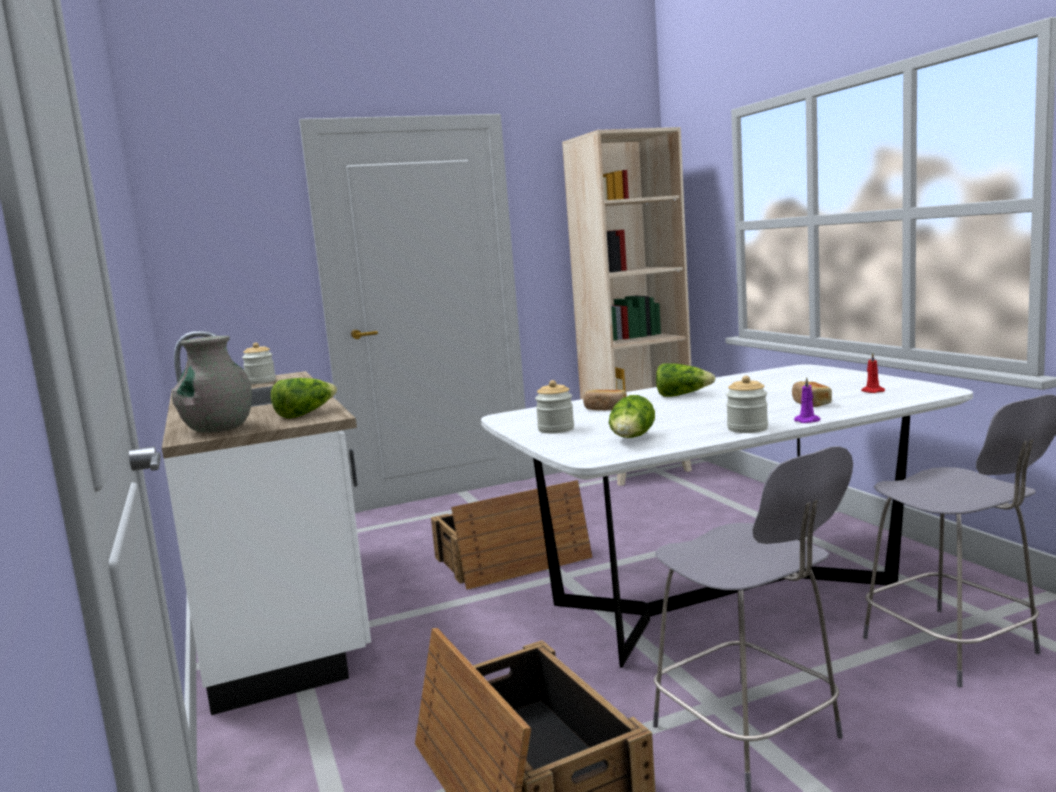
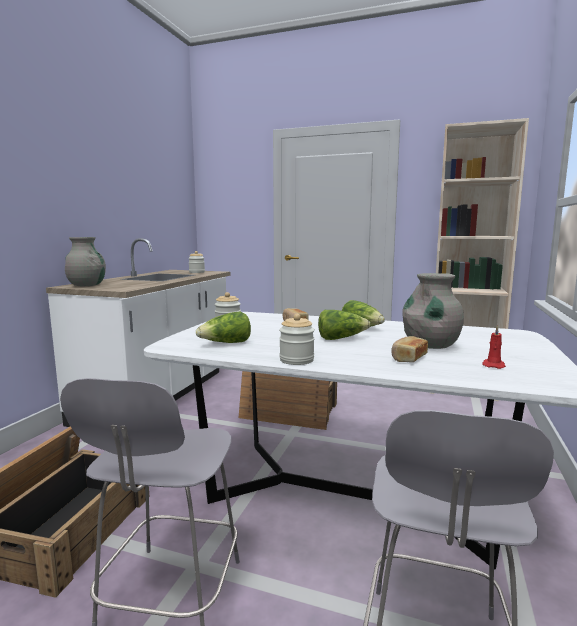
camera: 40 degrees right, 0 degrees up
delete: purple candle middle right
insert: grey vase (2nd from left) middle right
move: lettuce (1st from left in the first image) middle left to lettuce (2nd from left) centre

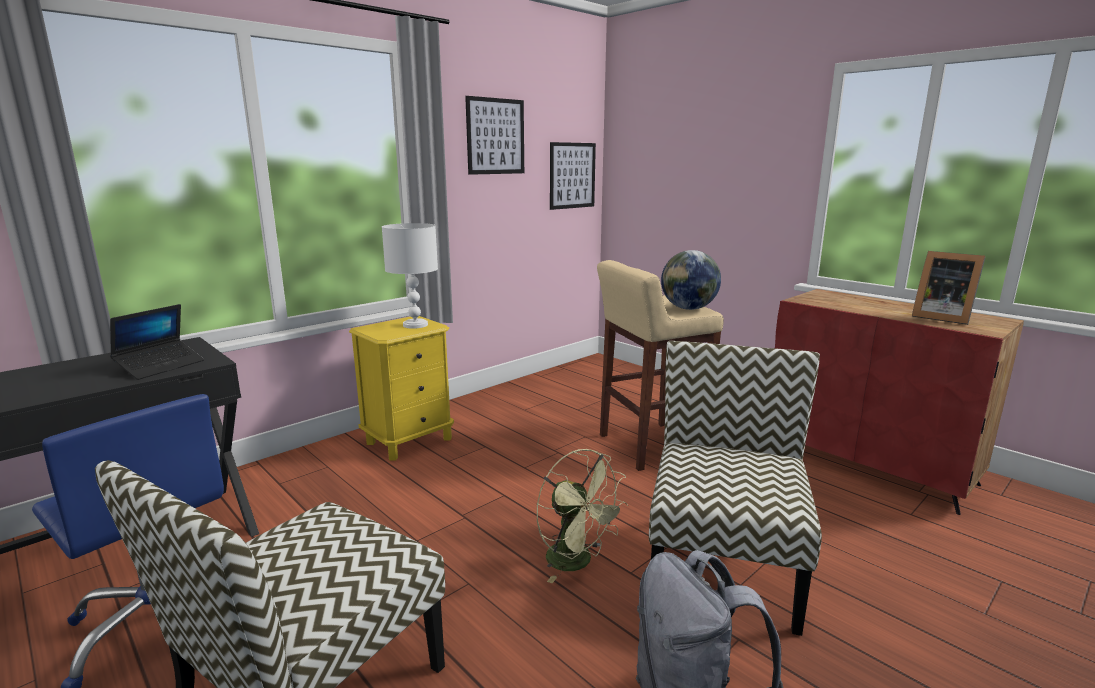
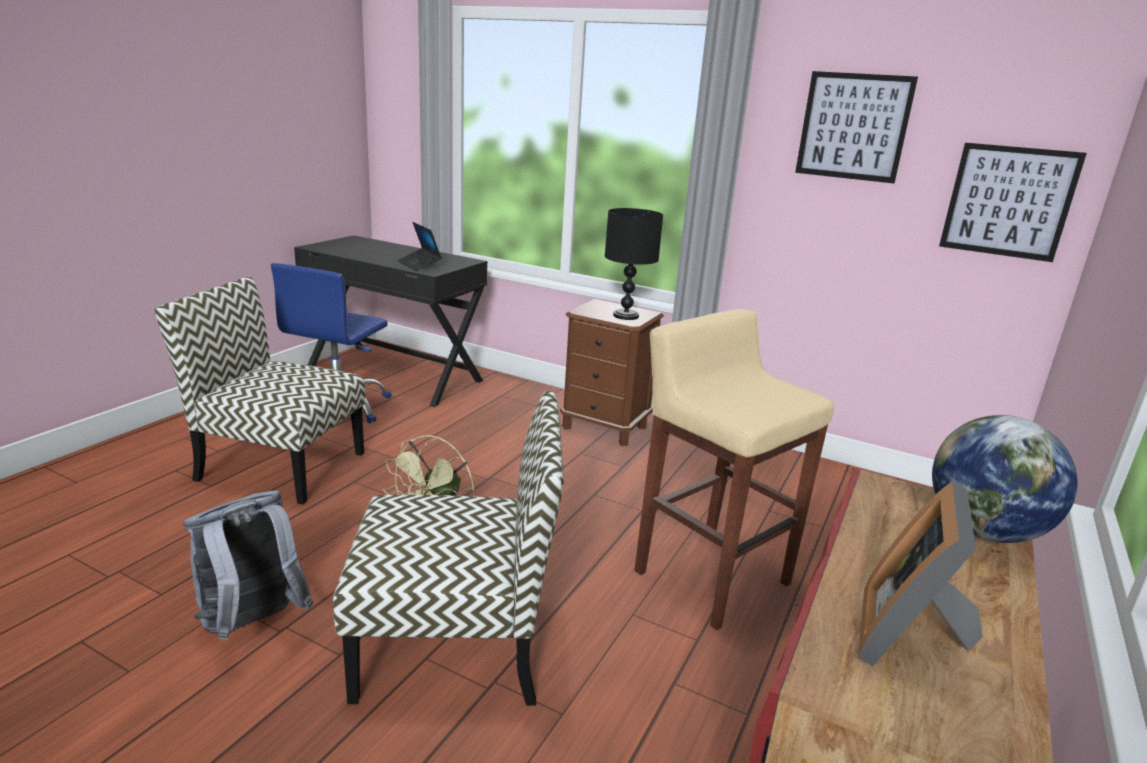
camera: 70 degrees right, 5 degrees up
move: globe centre to middle right
recolor: yellow nightstand centre to brown nightstand centre; white table lamp centre to black table lamp centre
rotate: laptop middle left = top centre 45 degrees clockwise

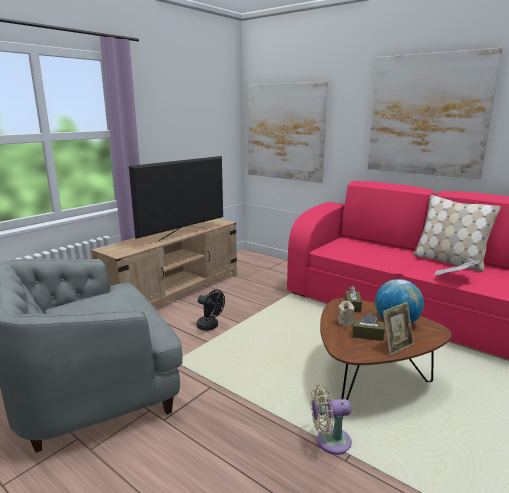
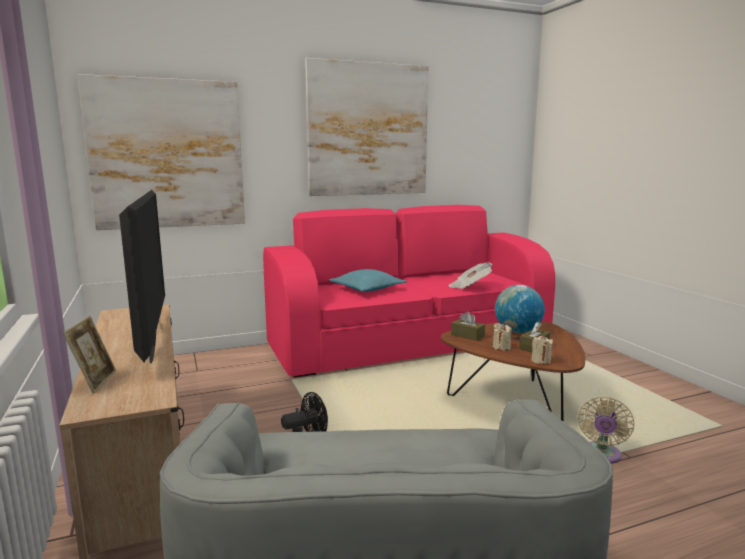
camera: 60 degrees left, 5 degrees down
delete: beige pillow middle right
insert: turquoise pillow centre; beige candle (2nd from left) middle right
move: picture frame middle right to middle left

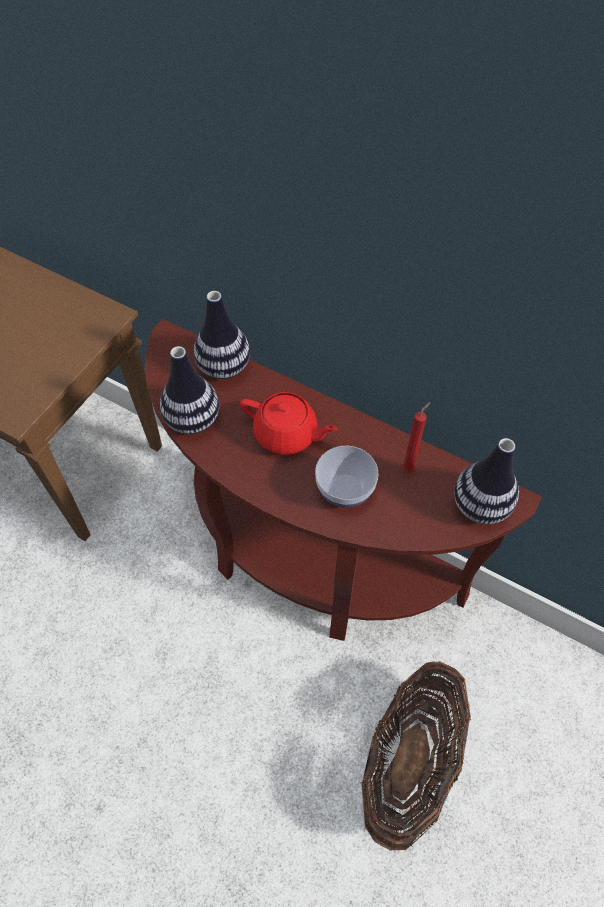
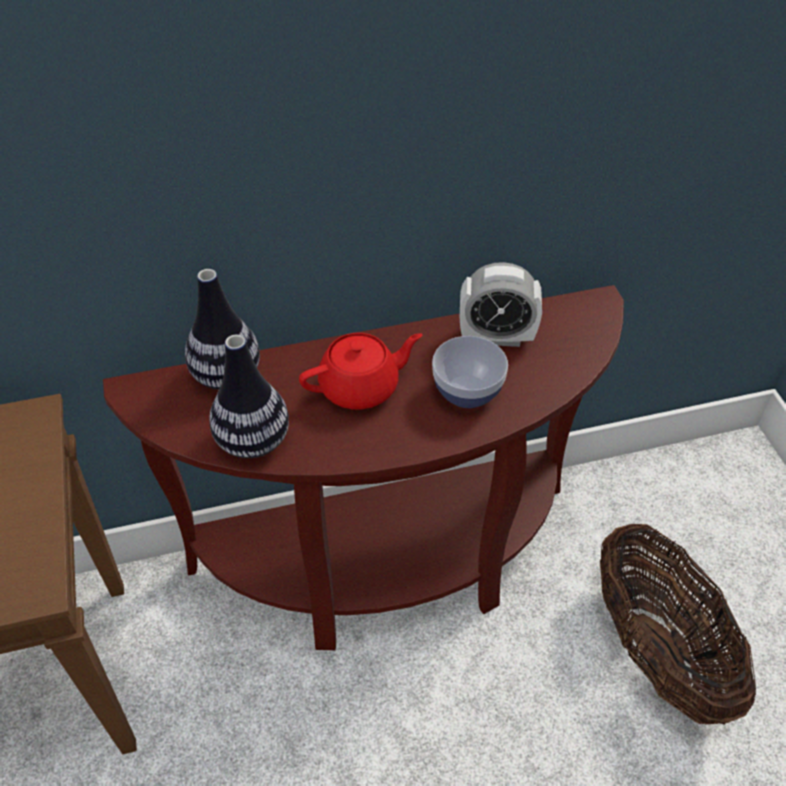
camera: 45 degrees left, 10 degrees down
delete: vase (3rd from left) middle right
replace: red candle middle right to alarm clock centre

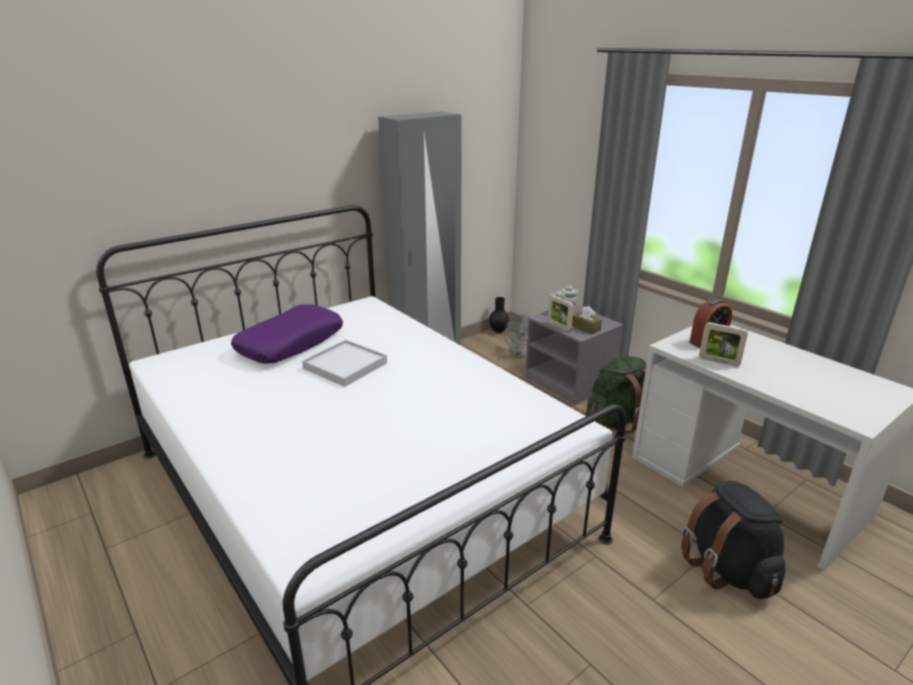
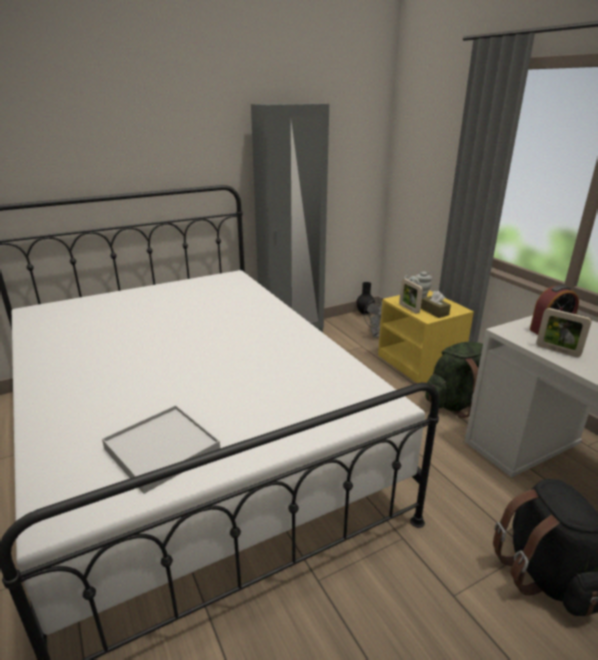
camera: 10 degrees right, 0 degrees up
delete: purple pillow middle left
move: white tray centre to bottom left
recolor: grey nightstand centre to yellow nightstand middle right

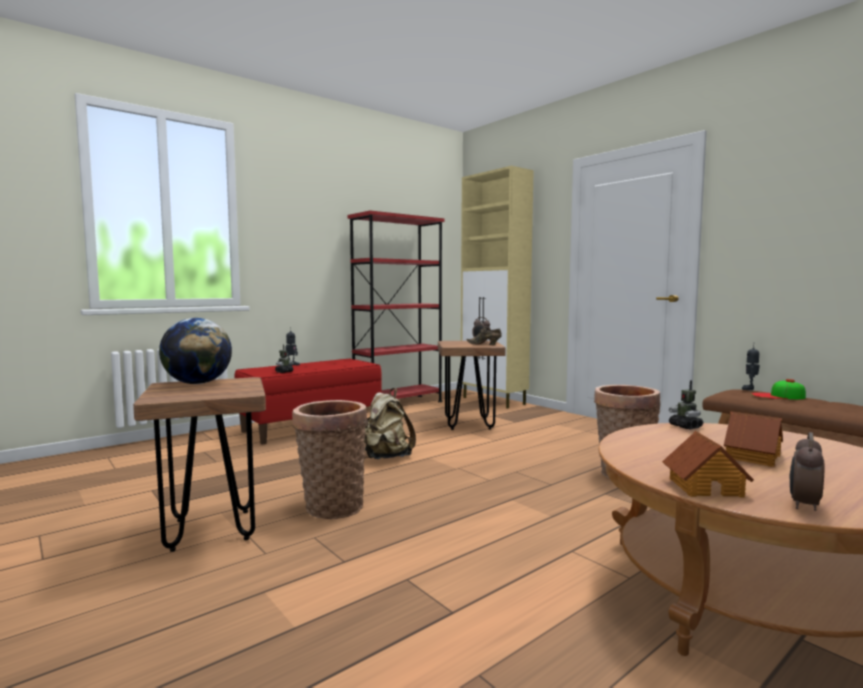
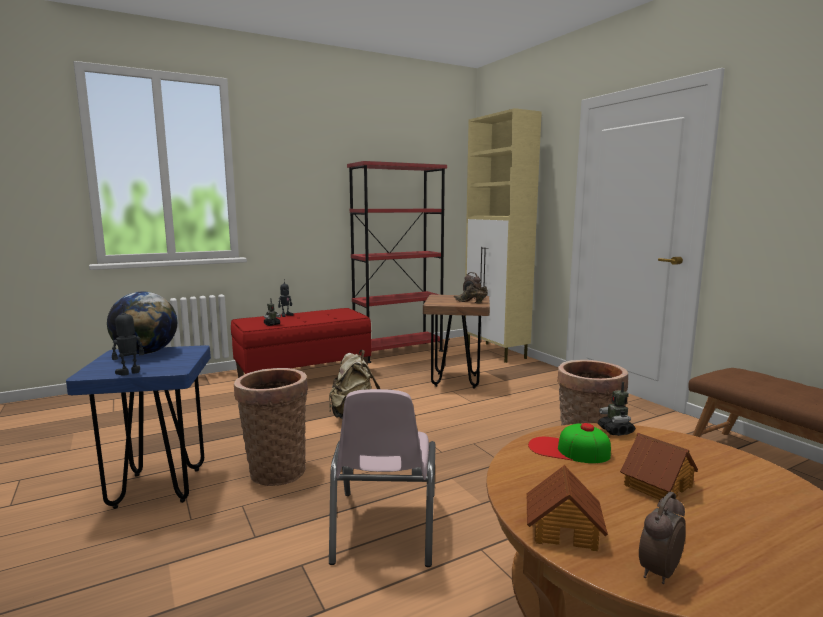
camera: 10 degrees right, 5 degrees up
insert: pink chair bottom centre
move: toy robot (4th from left in the first image) middle right to toy robot (1st from left) middle left; cap middle right to bottom right
recolor: brown stool (1st from left) bottom left to blue stool bottom left

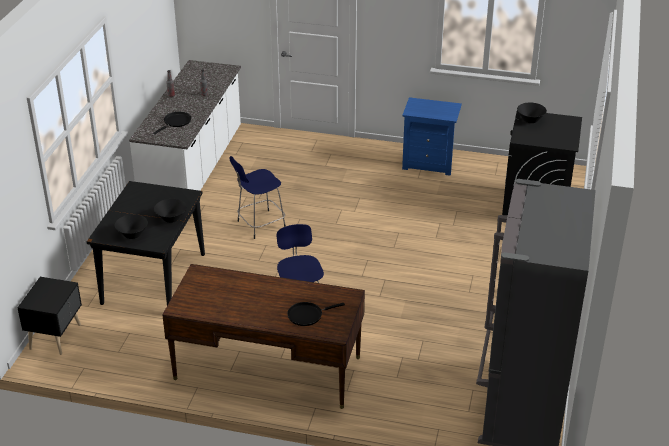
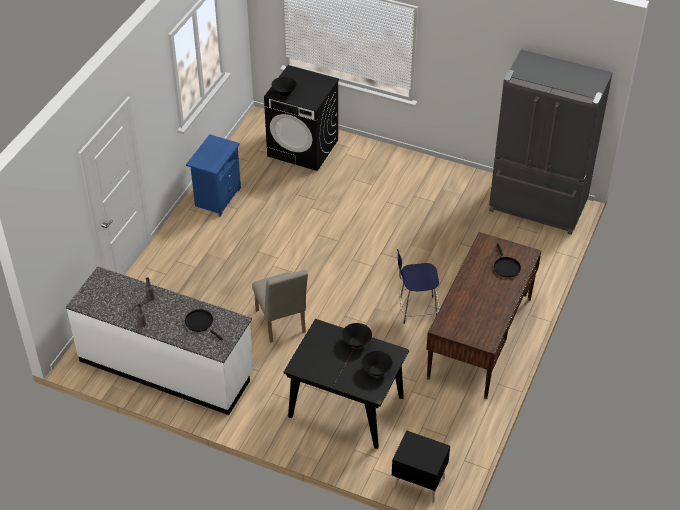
camera: 80 degrees left, 10 degrees up
replace: blue stool (1st from left) centre to beige chair centre

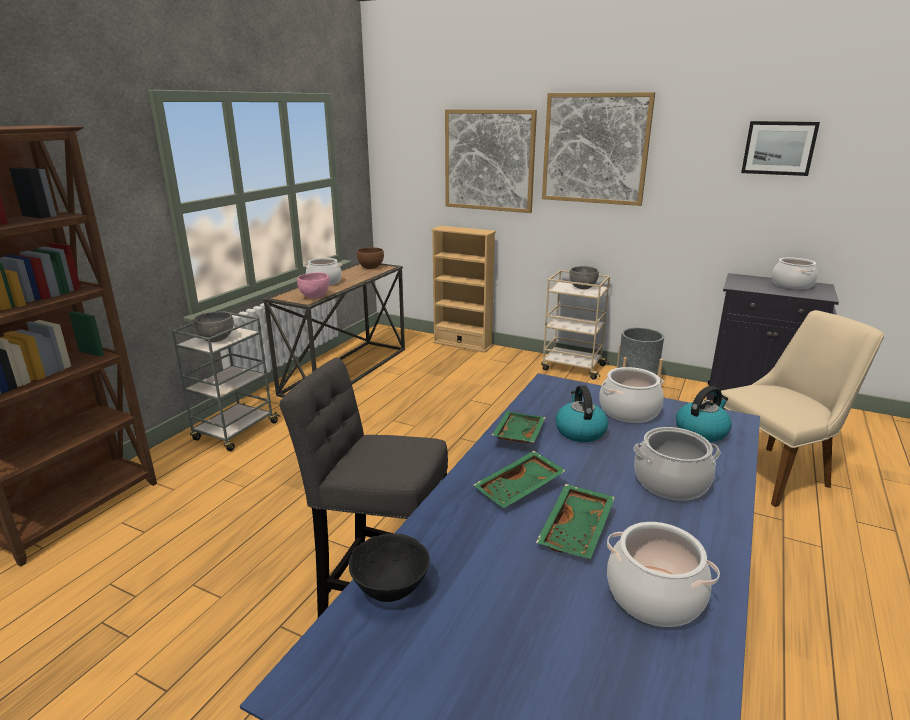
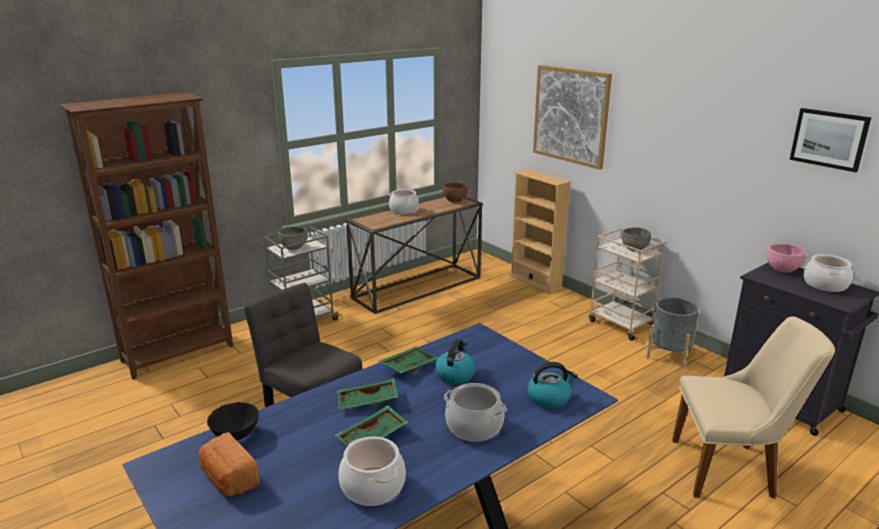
camera: 25 degrees right, 0 degrees up
delete: picture (2nd from left) top centre; cooking pot (2nd from left) middle right
insert: bread bottom left
move: pink bowl centre to middle right

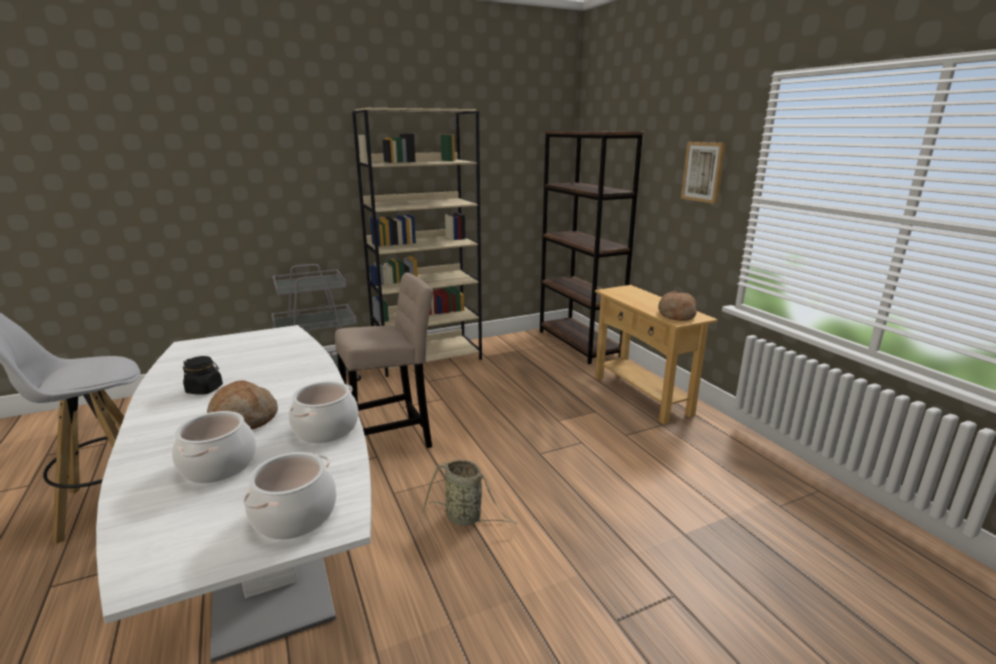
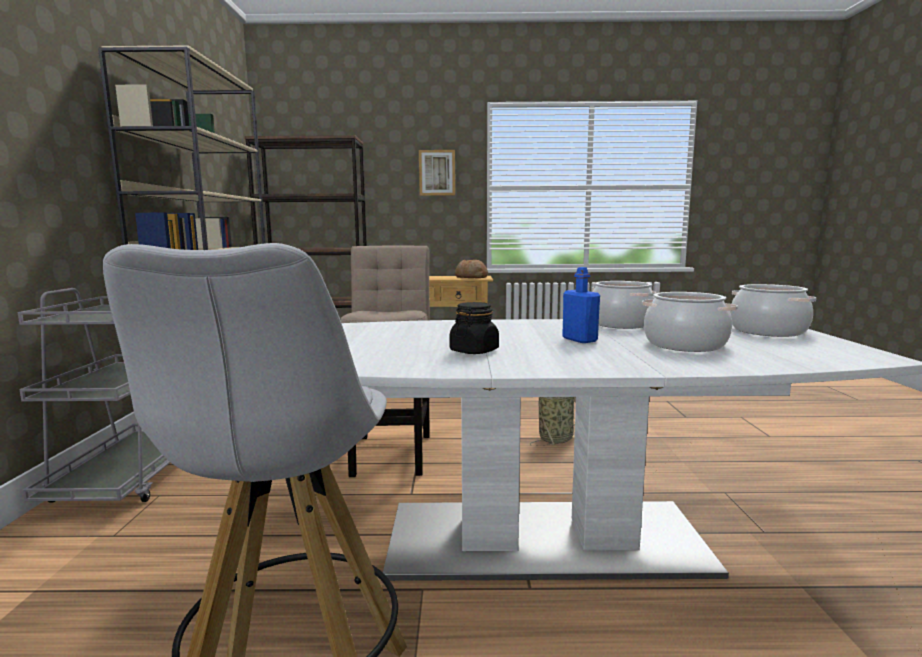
camera: 65 degrees left, 10 degrees down
replace: bread (1st from left) middle left to blue bottle centre

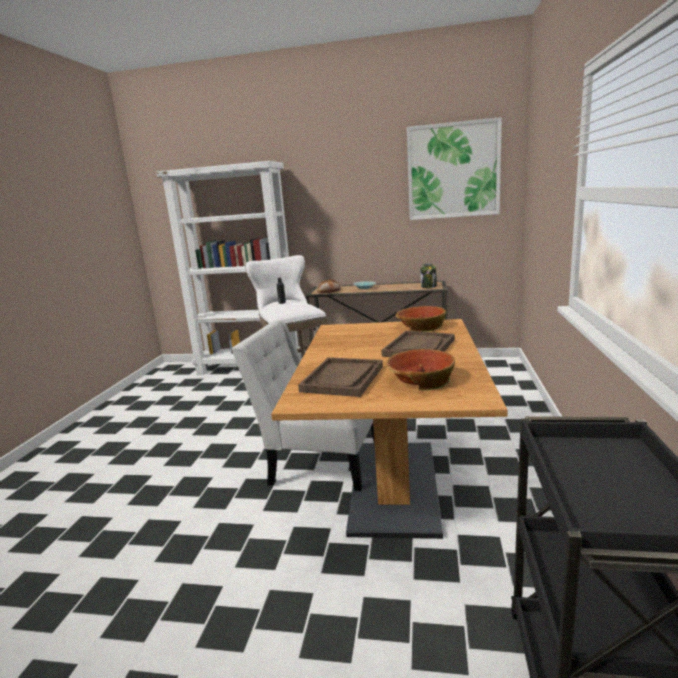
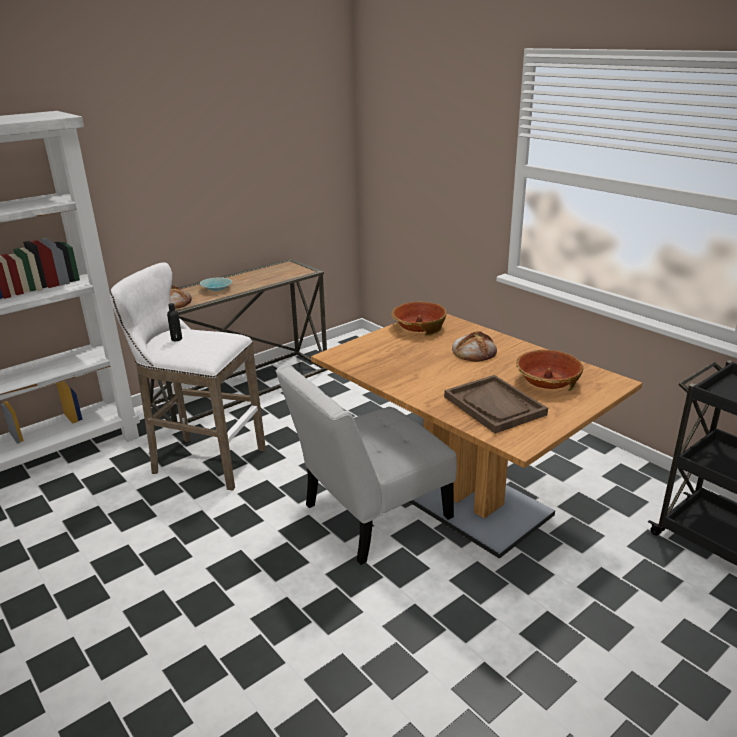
camera: 50 degrees left, 10 degrees up
delete: picture top right; jar centre
replace: brown tray (2nd from left) centre to bread (2nd from left) centre

